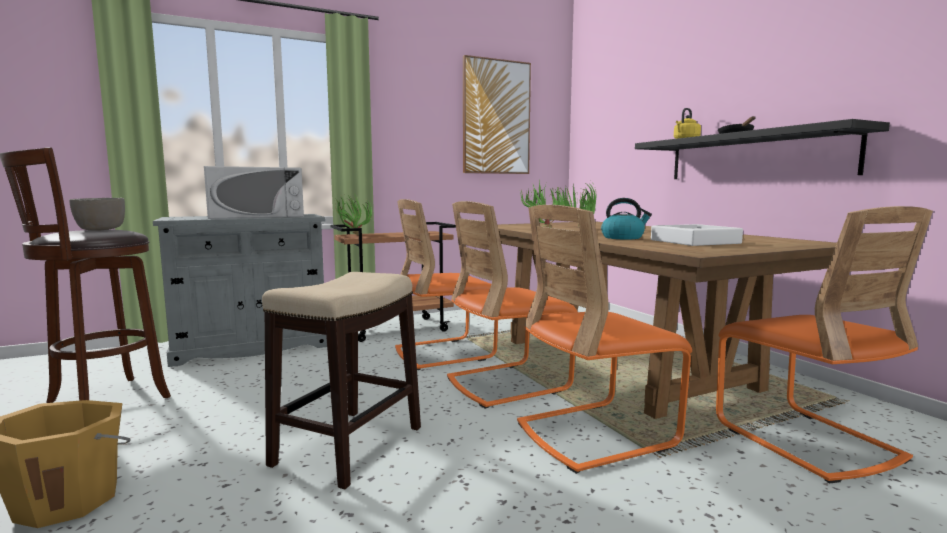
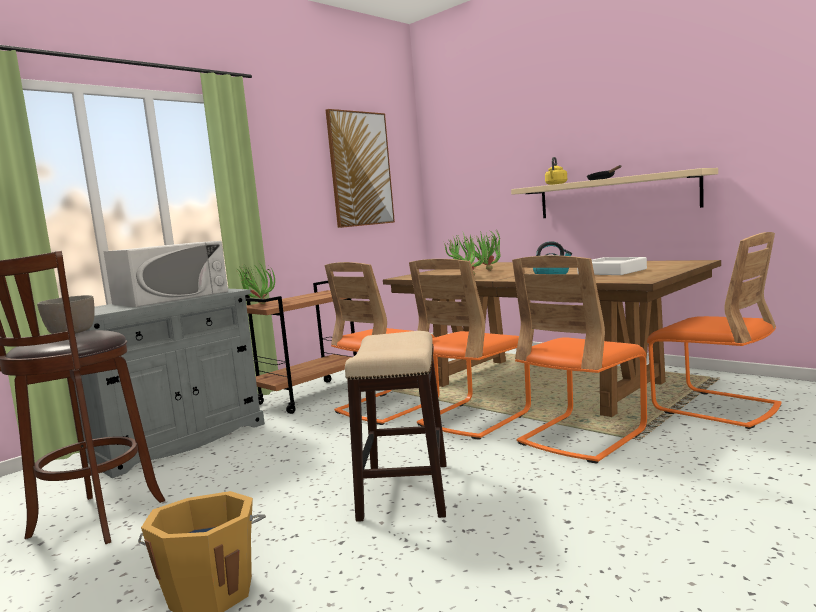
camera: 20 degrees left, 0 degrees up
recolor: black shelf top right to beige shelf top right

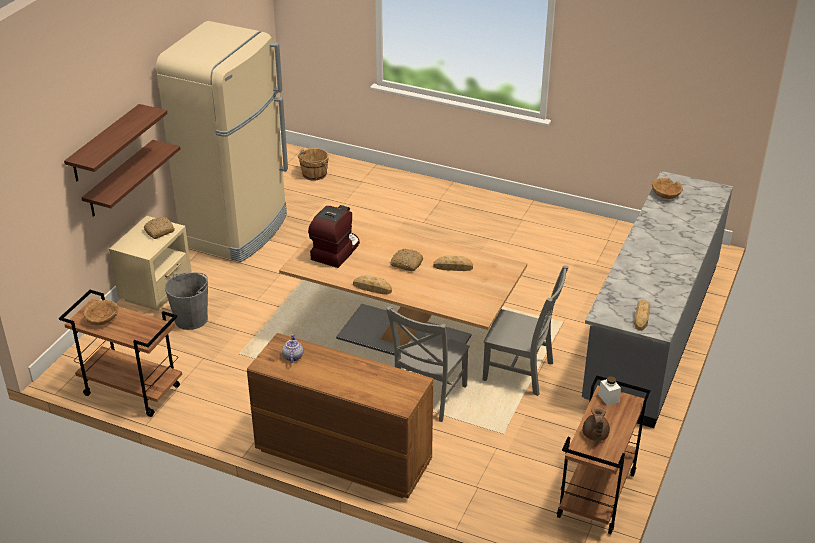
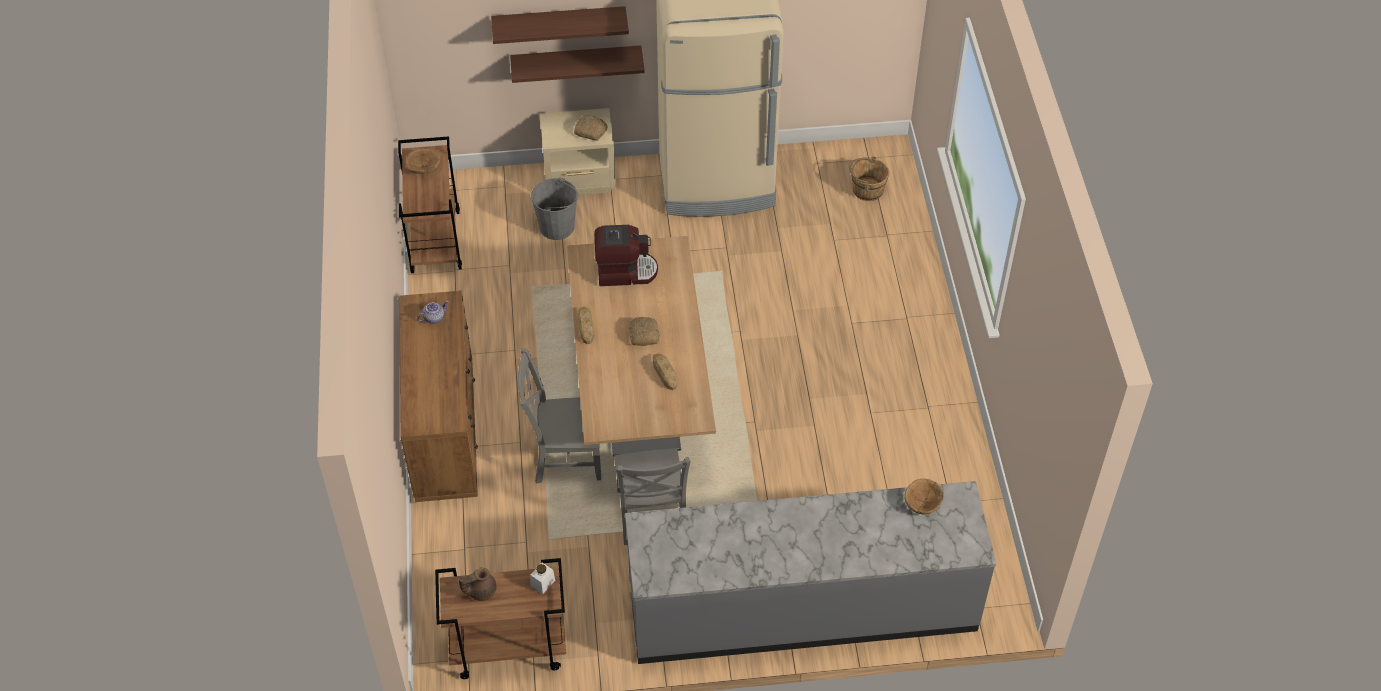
camera: 60 degrees right, 15 degrees up
delete: bread (5th from left) middle right

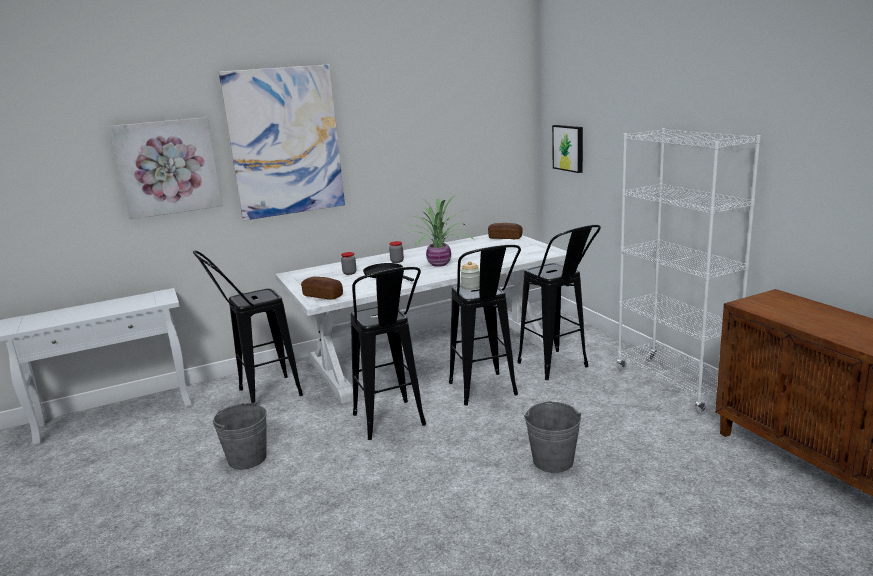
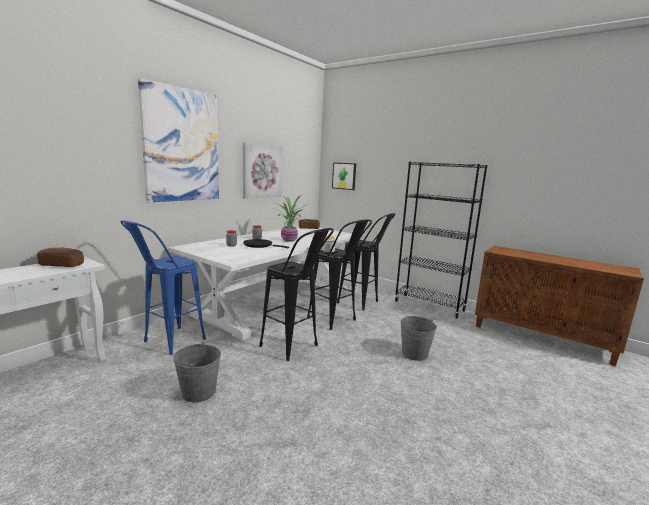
camera: 30 degrees left, 5 degrees down
move: bread (1st from left) centre to middle left; picture (1st from left in the first image) top left to picture (2nd from left) centre
recolor: black stool (1st from left) middle left to blue stool middle left; white bookcase middle right to black bookcase middle right

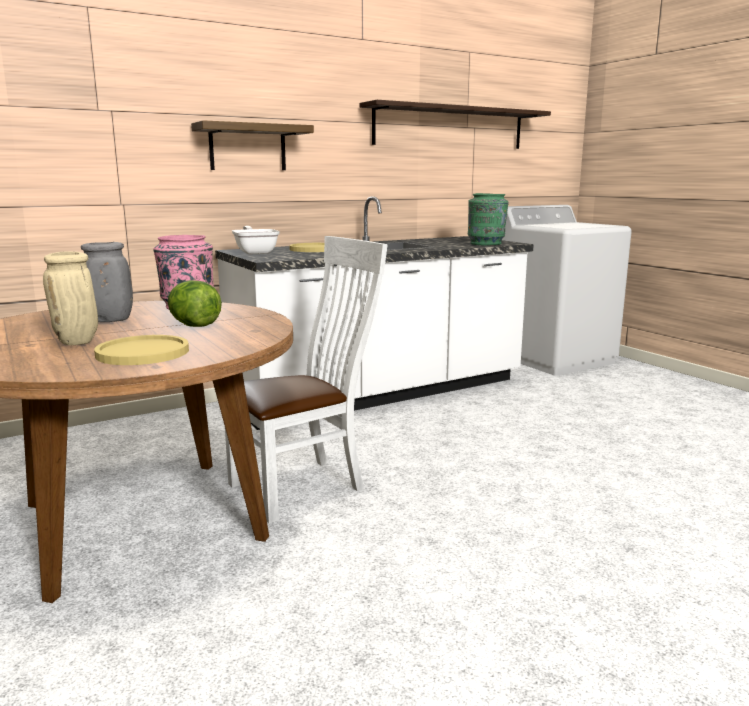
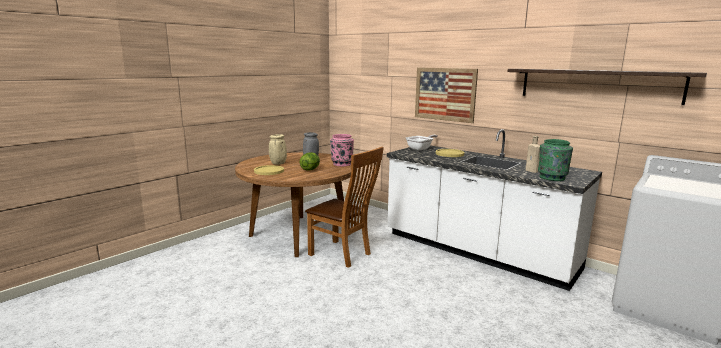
camera: 70 degrees right, 0 degrees up
insert: beige bottle middle right
replace: shelf (1st from left) top centre to picture top centre
recolor: white chair centre to brown chair centre

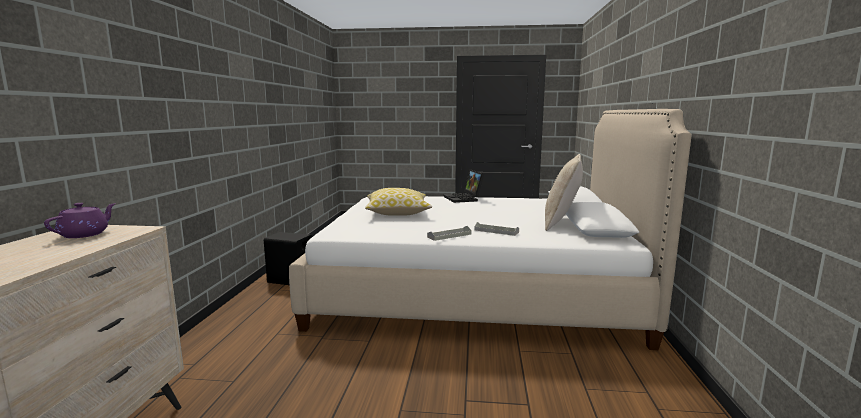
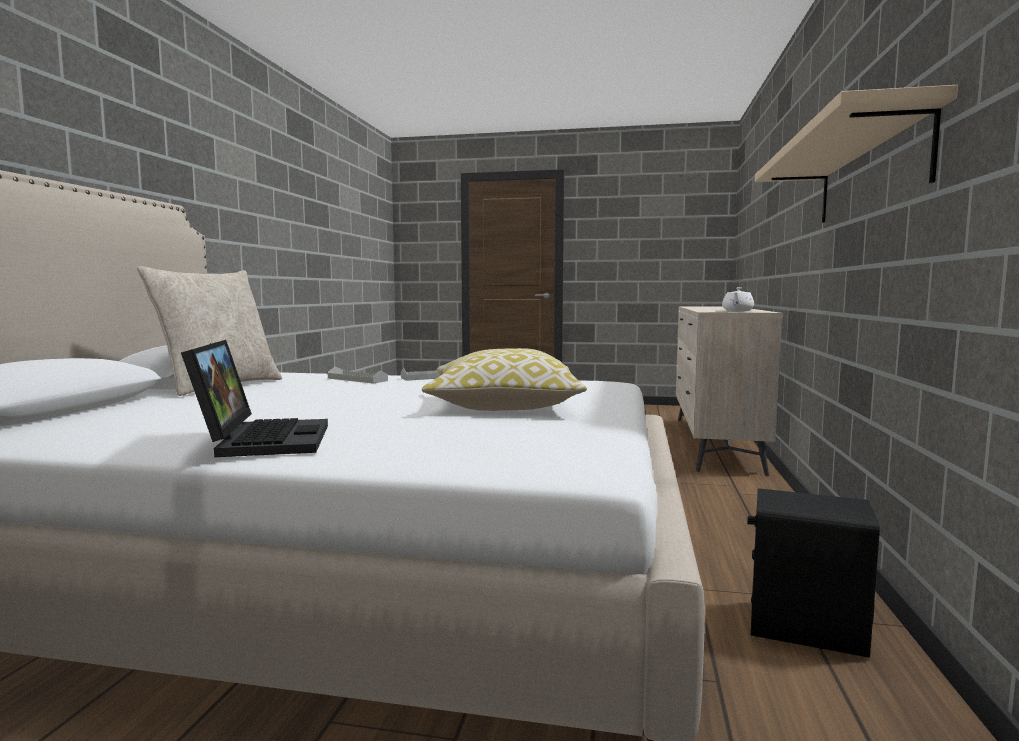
camera: 175 degrees left, 5 degrees down
insert: beige shelf top right
recolor: purple teapot middle left to white teapot middle right

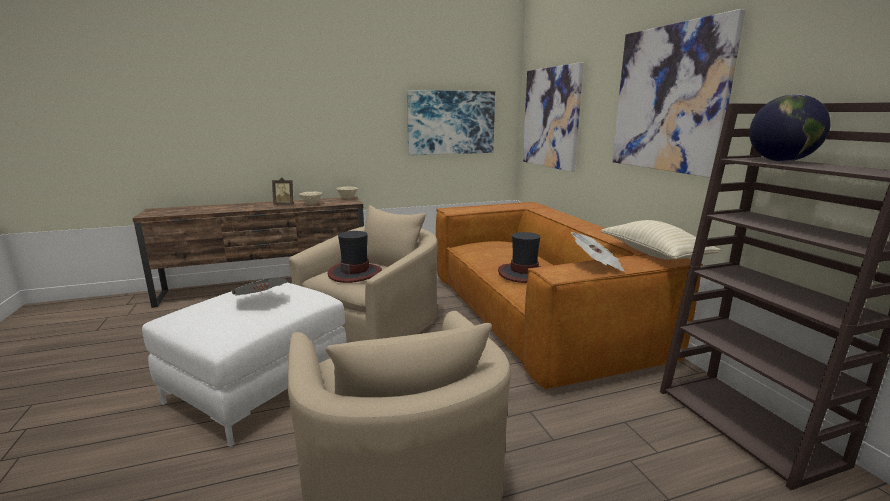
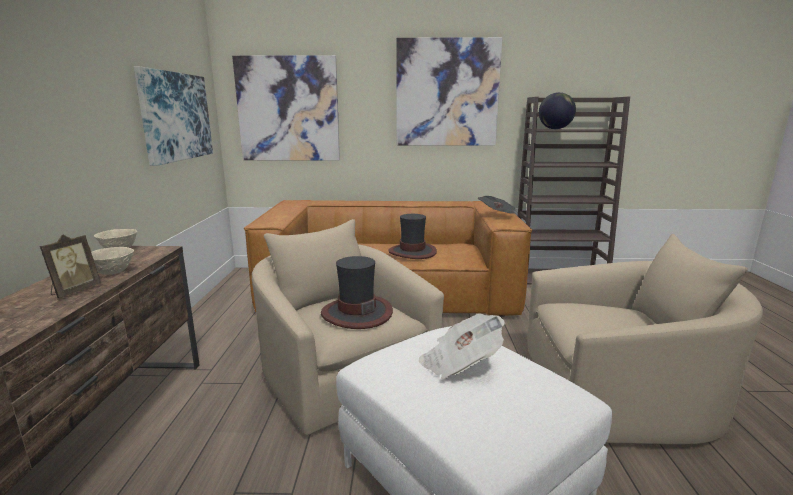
camera: 70 degrees left, 0 degrees up
delete: beige pillow middle right

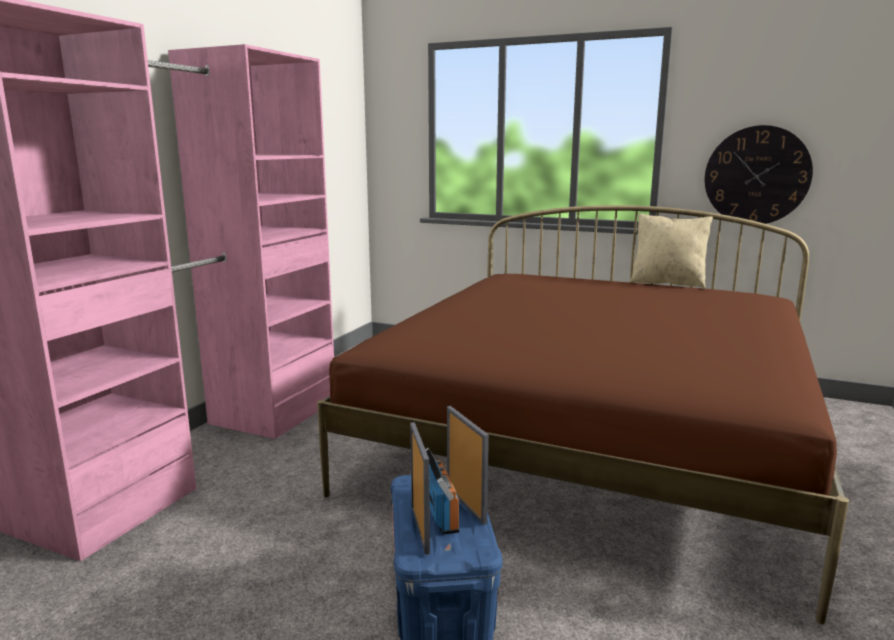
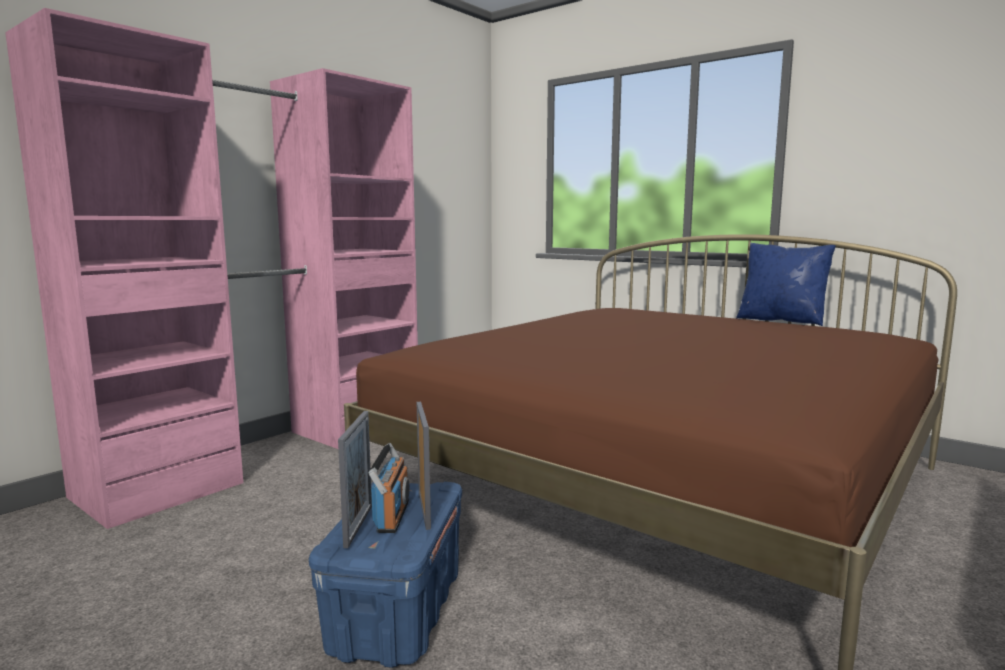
camera: 15 degrees right, 5 degrees down
delete: wall clock top right
recolor: beige pillow middle right to blue pillow middle right

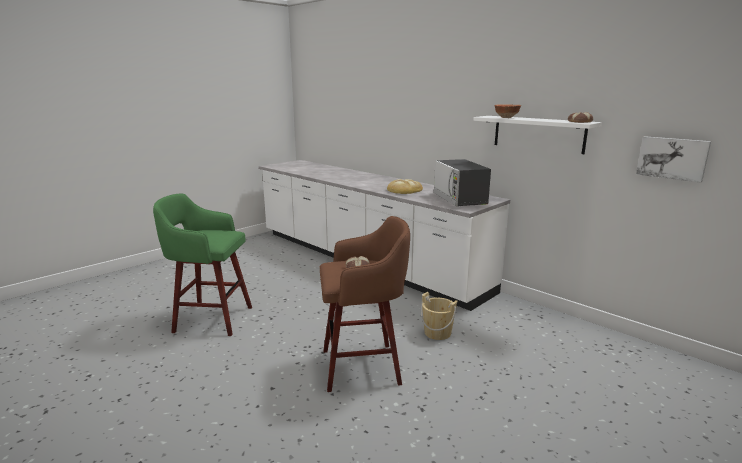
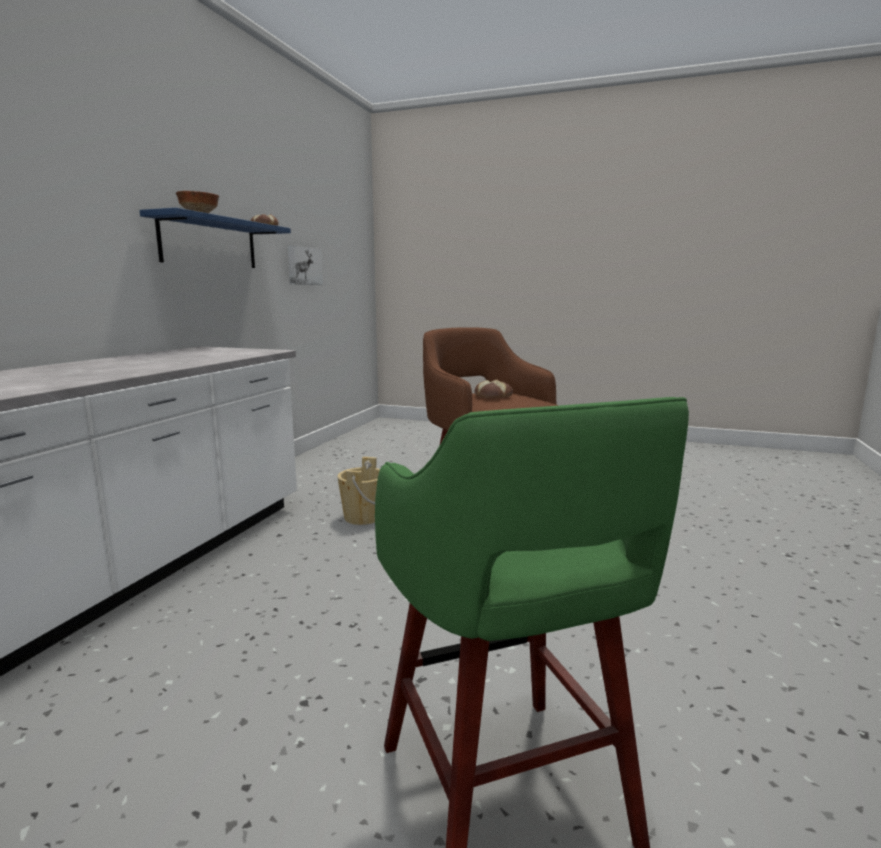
camera: 115 degrees left, 5 degrees down
delete: bread (2nd from left) centre; microwave centre
recolor: white shelf top right to blue shelf top left

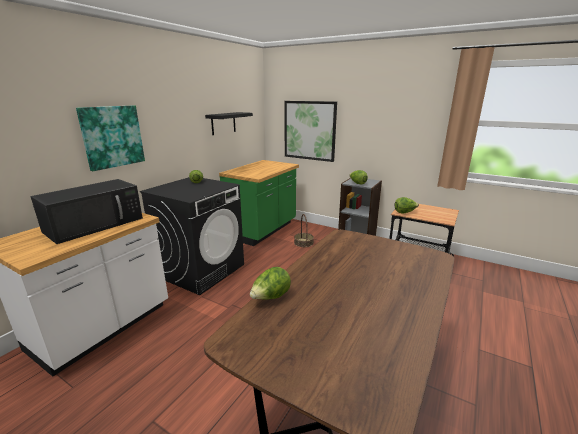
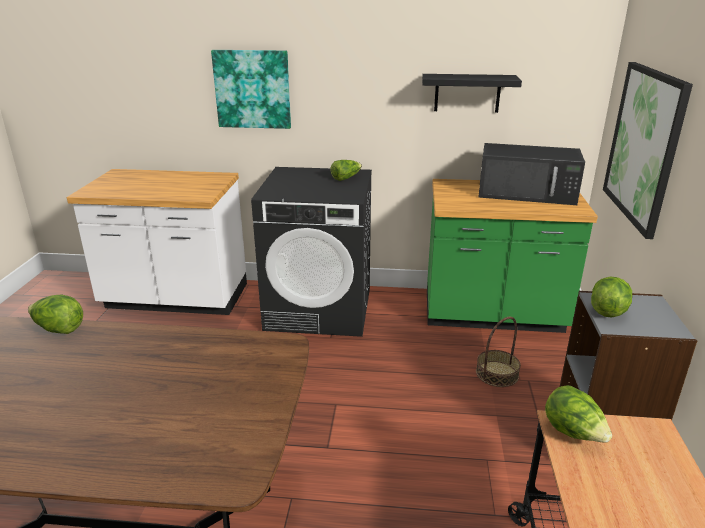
camera: 65 degrees right, 5 degrees up
move: black microwave middle left to top right

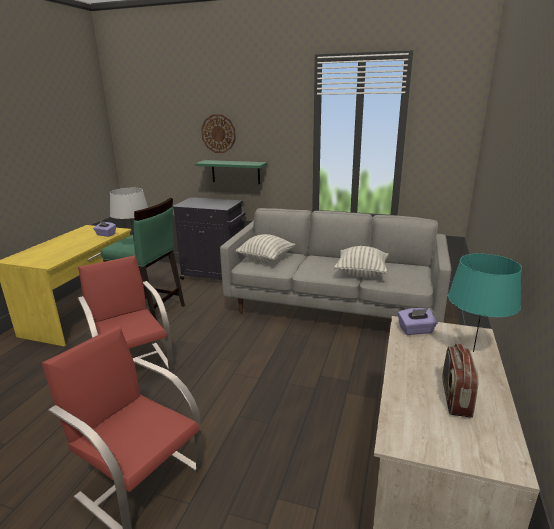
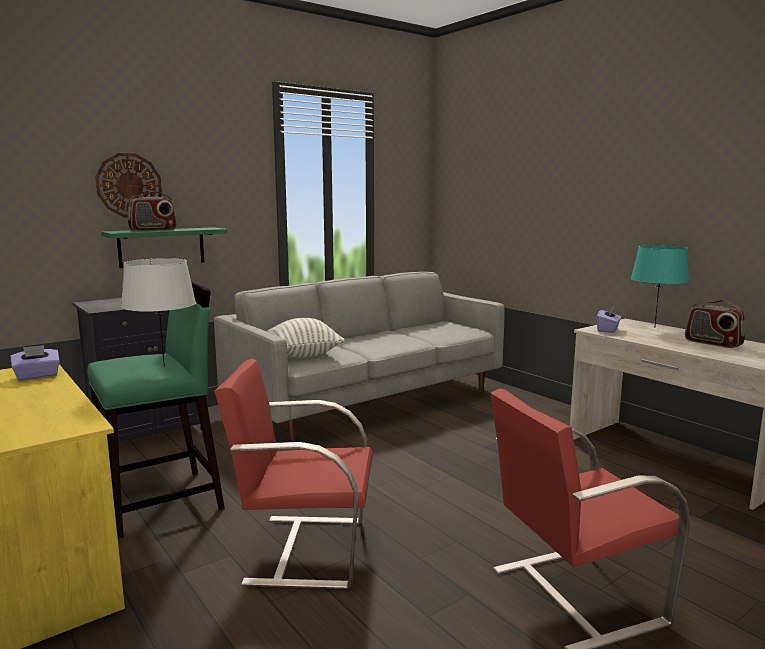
camera: 55 degrees left, 10 degrees down
delete: pillow (2nd from left) centre
insert: radio (1st from left) top left

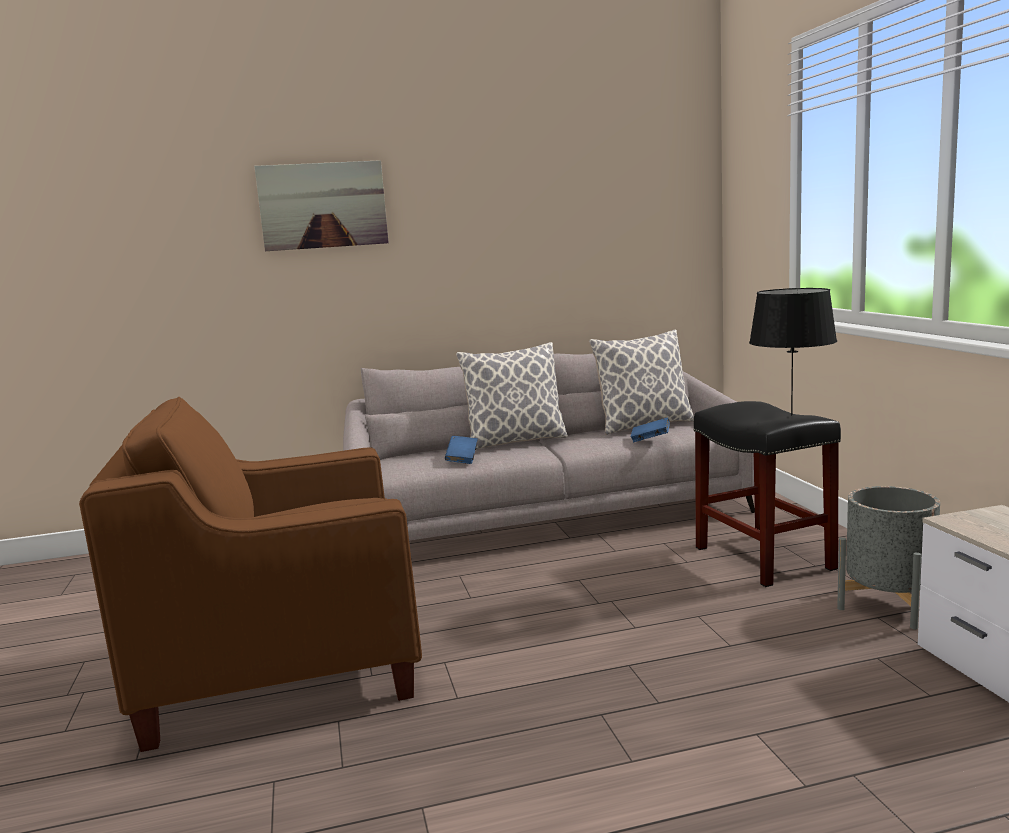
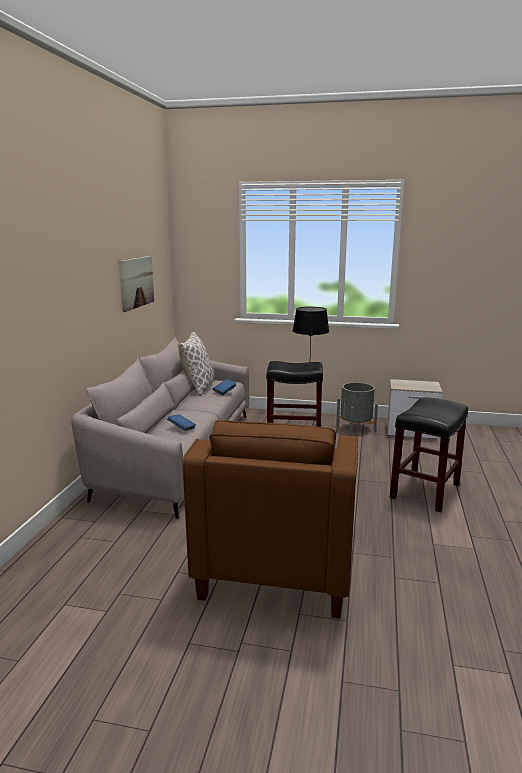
camera: 65 degrees left, 5 degrees up
delete: pillow (1st from left) centre
insert: black stool (2nd from left) middle right
move: picture top left to middle left

